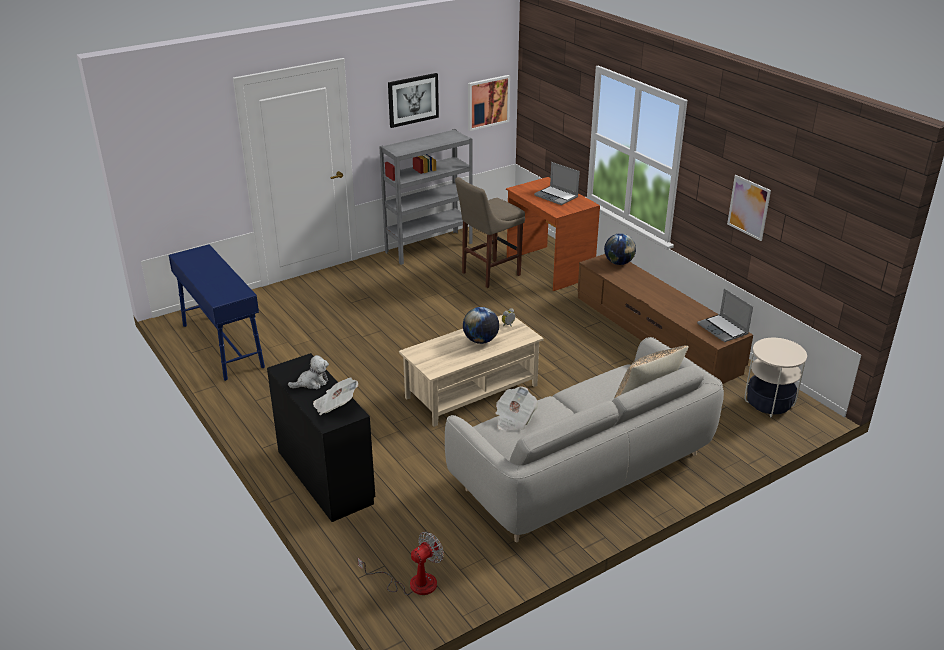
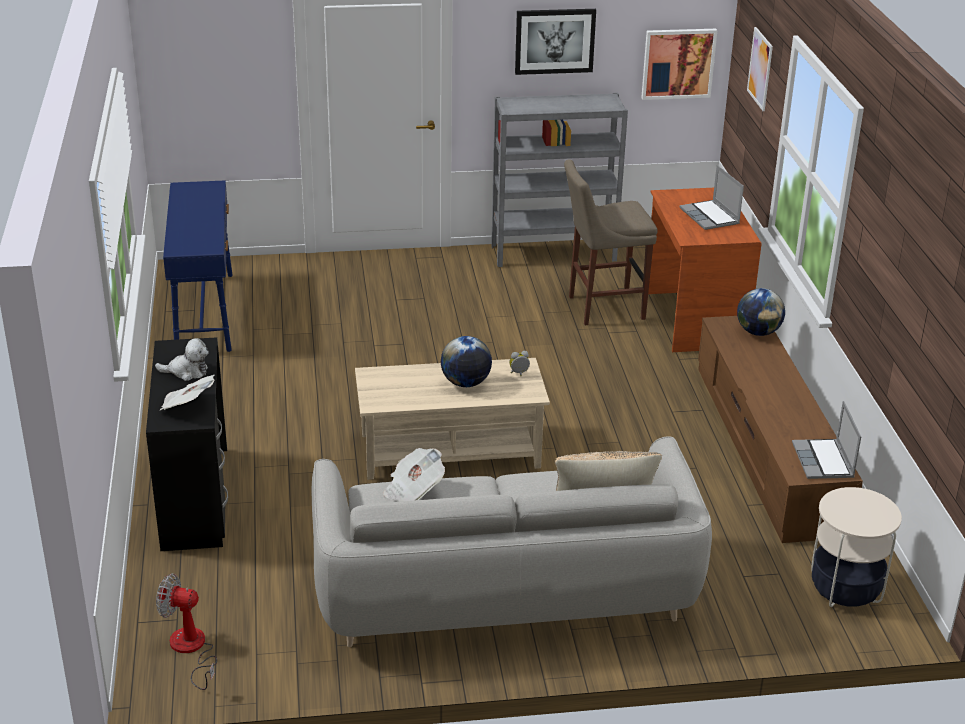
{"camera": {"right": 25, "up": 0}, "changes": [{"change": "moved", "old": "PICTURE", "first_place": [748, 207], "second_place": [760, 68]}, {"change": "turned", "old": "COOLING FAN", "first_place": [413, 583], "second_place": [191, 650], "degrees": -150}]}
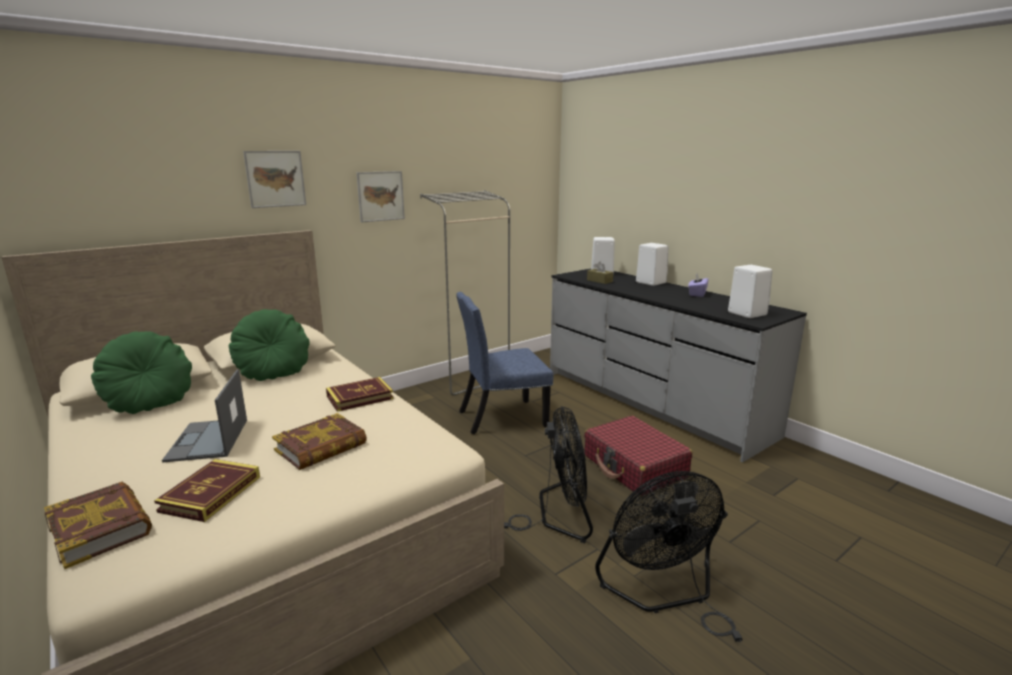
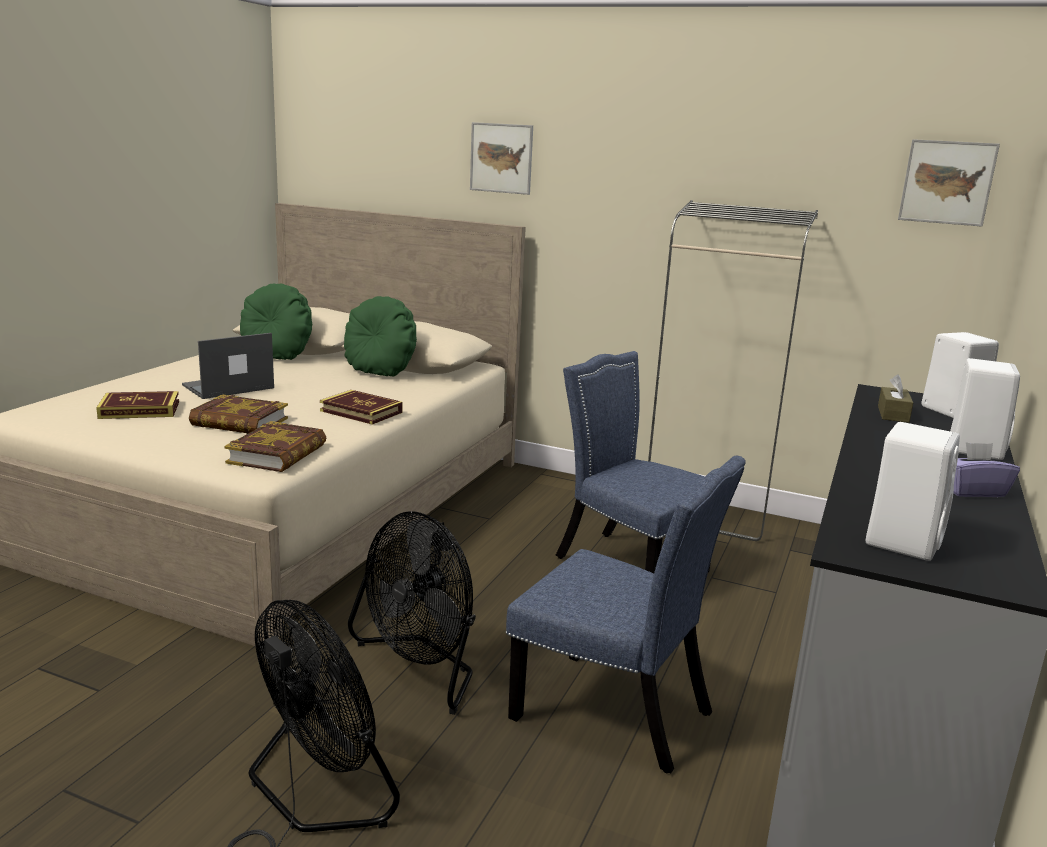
{"camera": {"right": 60, "up": 0}, "changes": [{"change": "moved", "old": "PICTURE", "first_place": [380, 196], "second_place": [947, 182]}, {"change": "turned", "old": "BLACK-COLOURED COOLING FAN", "first_place": [556, 512], "second_place": [425, 662], "degrees": 75}, {"change": "replaced", "old": "RED PIECE OF LUGGAGE", "new": "BLUE-COLOURED PLAIN CHAIR", "first_place": [634, 467], "second_place": [610, 710]}, {"change": "moved", "old": "BOOK", "first_place": [101, 528], "second_place": [278, 454]}]}
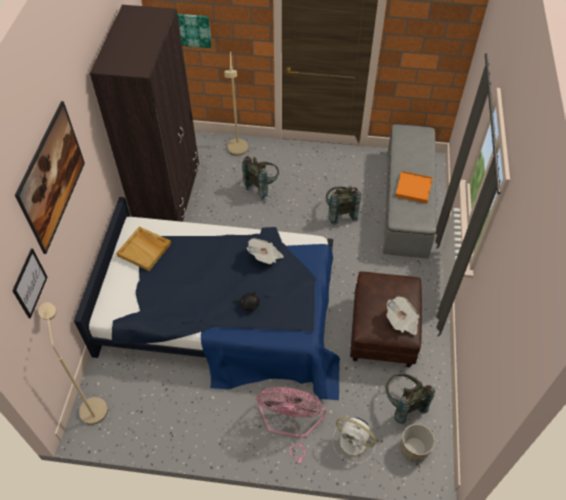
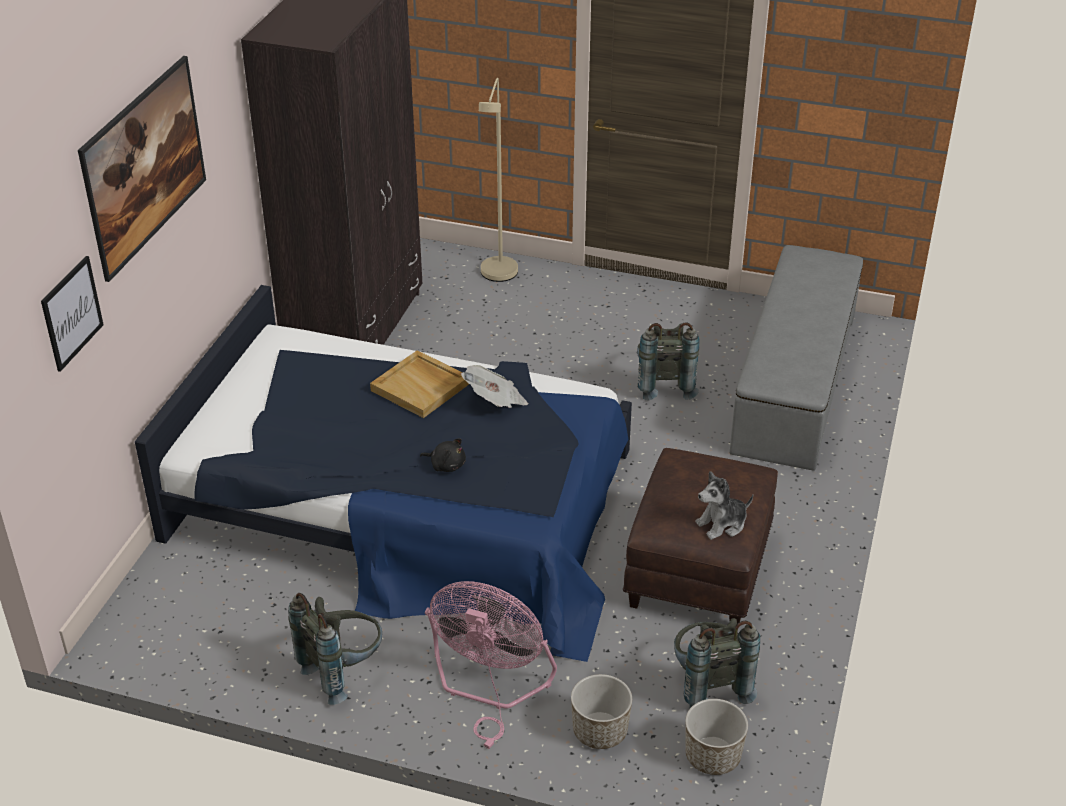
{"camera": {"right": 10, "up": -15}, "changes": [{"change": "removed", "old": "PICTURE", "first_place": [193, 30]}, {"change": "moved", "old": "GREYISH RUCKSACK", "first_place": [263, 187], "second_place": [343, 671]}, {"change": "removed", "old": "ORANGE-COLOURED CARRYING TRAY", "first_place": [413, 188]}, {"change": "moved", "old": "BEIGE CARRYING TRAY", "first_place": [145, 249], "second_place": [421, 387]}, {"change": "replaced", "old": "DAILY PAPER", "new": "SOFT TOY", "first_place": [402, 321], "second_place": [722, 524]}, {"change": "removed", "old": "BEIGE FLOOR LAMP", "first_place": [92, 404]}, {"change": "replaced", "old": "WHITE COOLING FAN", "new": "PLANTER", "first_place": [354, 443], "second_place": [600, 731]}]}
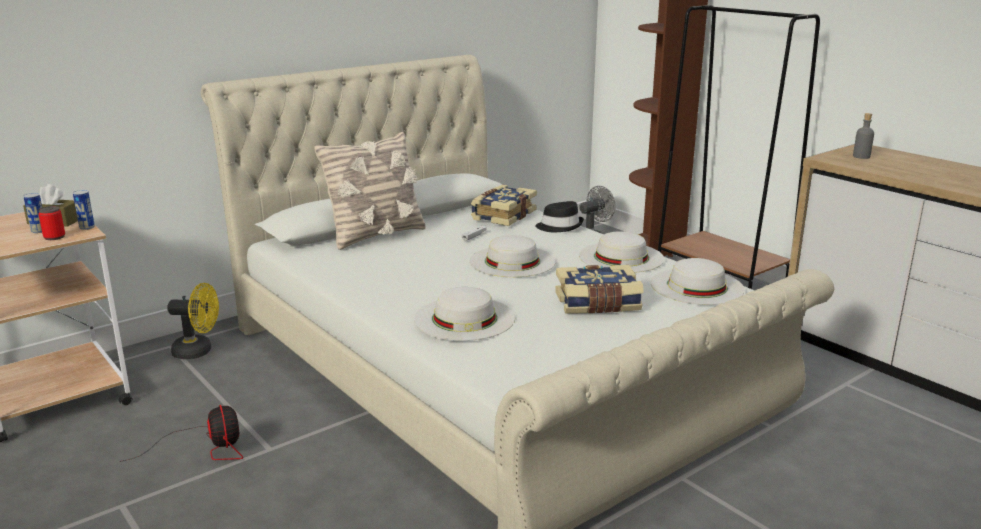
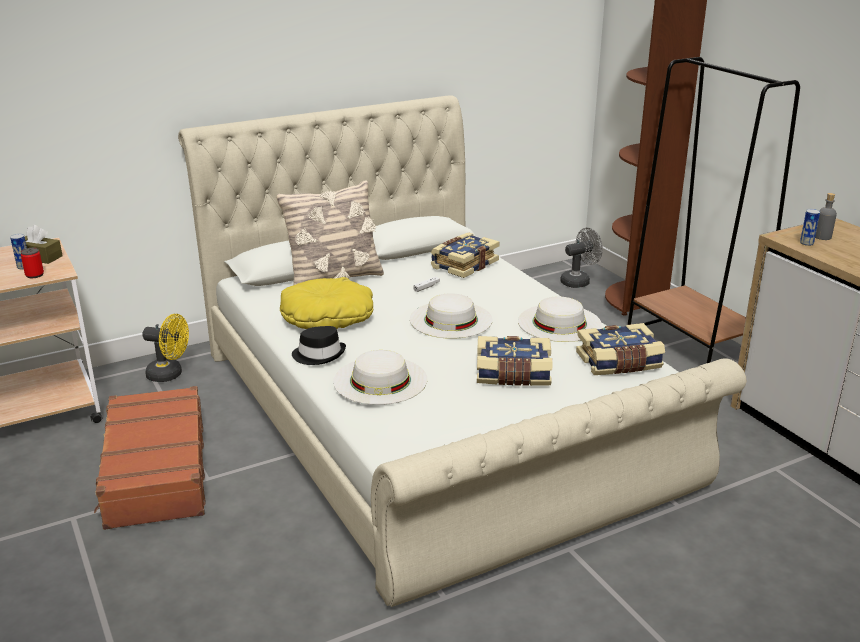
{"camera": {"right": 10, "up": 5}, "changes": [{"change": "moved", "old": "SEALED CAN", "first_place": [87, 227], "second_place": [806, 243]}, {"change": "moved", "old": "BLACK-COLOURED WEARABLE HAT", "first_place": [560, 226], "second_place": [319, 354]}, {"change": "replaced", "old": "WHITE WEARABLE HAT", "new": "BOOK", "first_place": [697, 286], "second_place": [619, 363]}, {"change": "replaced", "old": "COOLING FAN", "new": "BROWN-COLOURED PIECE OF LUGGAGE", "first_place": [208, 448], "second_place": [155, 471]}, {"change": "added", "new": "YELLOW THROW PILLOW", "second_place": [327, 317]}]}
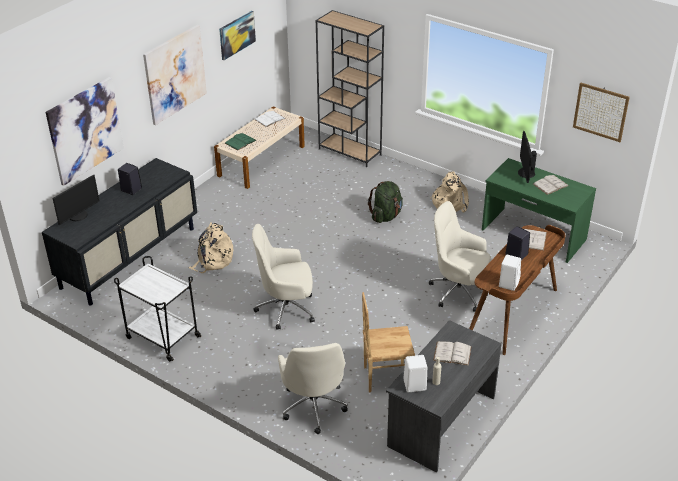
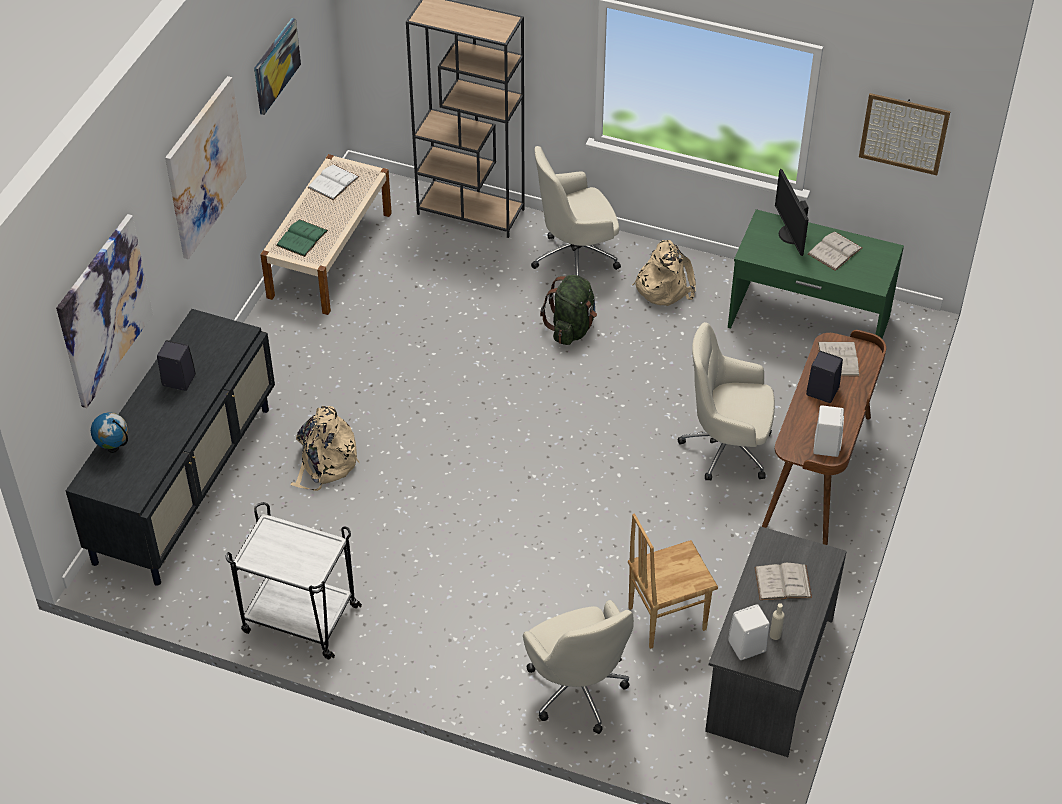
{"camera": {"right": -15, "up": 10}, "changes": [{"change": "replaced", "old": "MONITOR", "new": "DESK GLOBE", "first_place": [78, 216], "second_place": [113, 448]}, {"change": "moved", "old": "BEIGE DESK CHAIR", "first_place": [286, 310], "second_place": [575, 258]}]}
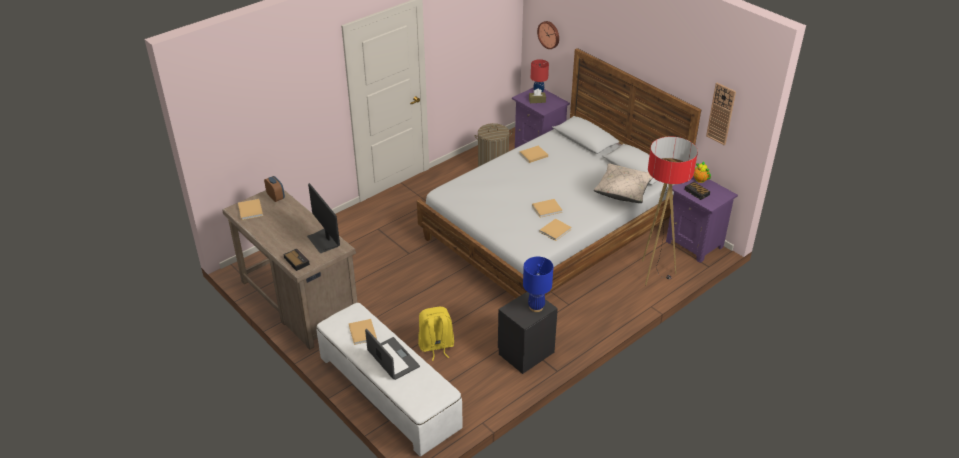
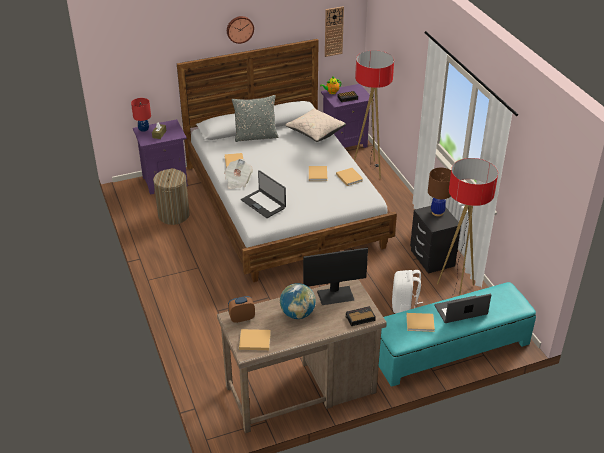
{"camera": {"right": -70, "up": 0}, "changes": [{"change": "moved", "old": "HANGING CLOCK", "first_place": [549, 34], "second_place": [239, 29]}, {"change": "recoloured", "old": "BLUE-COLOURED TABLETOP LAMP", "new": "BROWN-COLOURED TABLETOP LAMP", "first_place": [536, 307], "second_place": [437, 212]}, {"change": "recoloured", "old": "WHITE INDOOR BENCH", "new": "BLUE-GREEN INDOOR BENCH", "first_place": [387, 391], "second_place": [449, 349]}, {"change": "recoloured", "old": "YELLOW RUCKSACK", "new": "WHITE RUCKSACK", "first_place": [436, 346], "second_place": [404, 307]}, {"change": "added", "new": "GREYISH THROW PILLOW", "second_place": [256, 136]}, {"change": "added", "new": "FLOOR LAMP", "second_place": [456, 291]}, {"change": "added", "new": "DAILY PAPER", "second_place": [237, 181]}, {"change": "added", "new": "PORTABLE COMPUTER", "second_place": [263, 204]}, {"change": "added", "new": "DESK GLOBE", "second_place": [297, 314]}]}
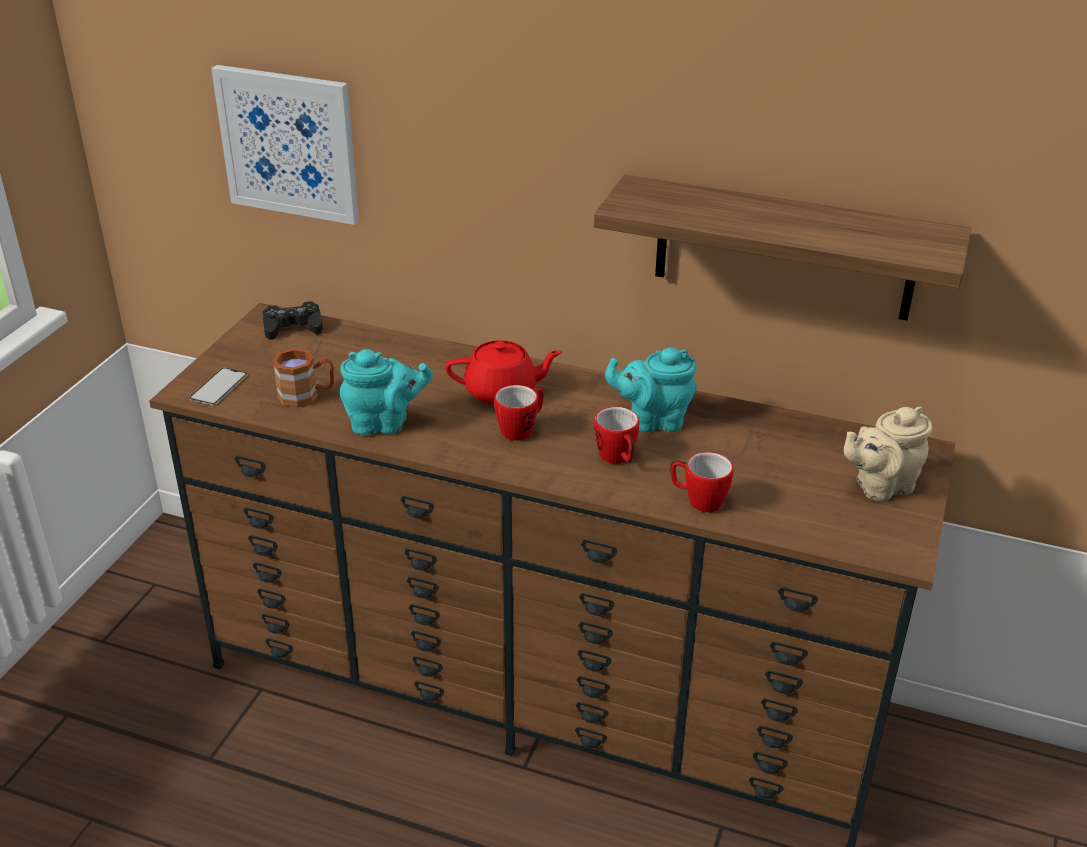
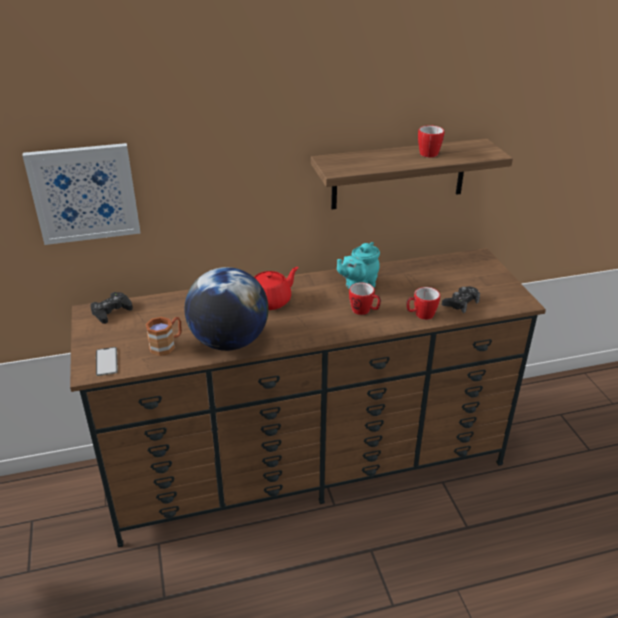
{"camera": {"right": -35, "up": 0}, "changes": [{"change": "replaced", "old": "BLUE-GREEN TEAPOT", "new": "DESK GLOBE", "first_place": [384, 423], "second_place": [229, 342]}, {"change": "moved", "old": "COFFEE MUG", "first_place": [521, 429], "second_place": [429, 152]}, {"change": "removed", "old": "BEIGE TEAPOT", "first_place": [880, 486]}, {"change": "added", "new": "BLACK-COLOURED GAMEPAD", "second_place": [460, 303]}]}
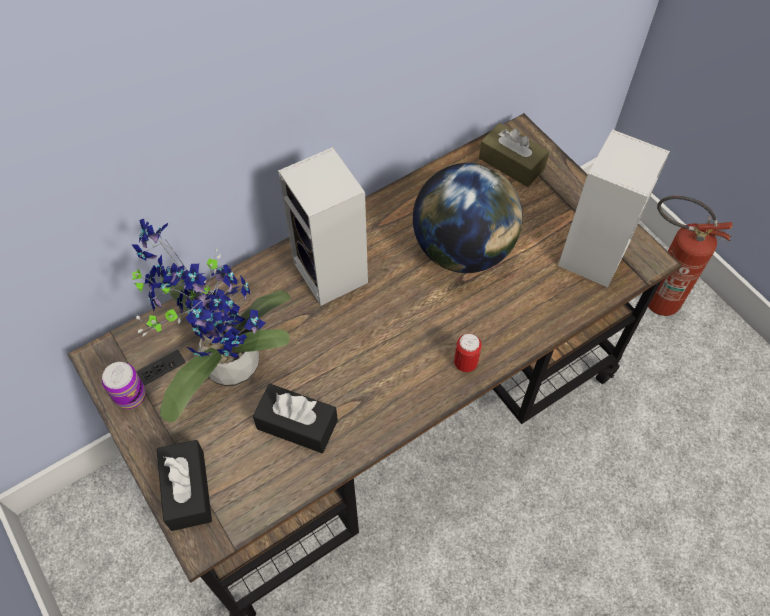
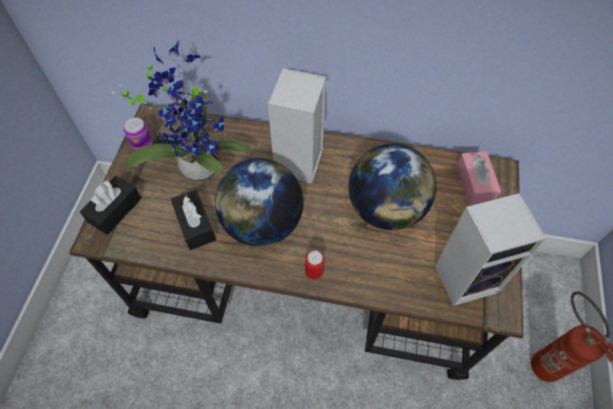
{"camera": {"right": 45, "up": 0}, "changes": [{"change": "recoloured", "old": "BROWN-COLOURED BOX OF TISSUES", "new": "PINKISH BOX OF TISSUES", "first_place": [511, 163], "second_place": [474, 183]}, {"change": "added", "new": "DESK GLOBE", "second_place": [262, 223]}]}
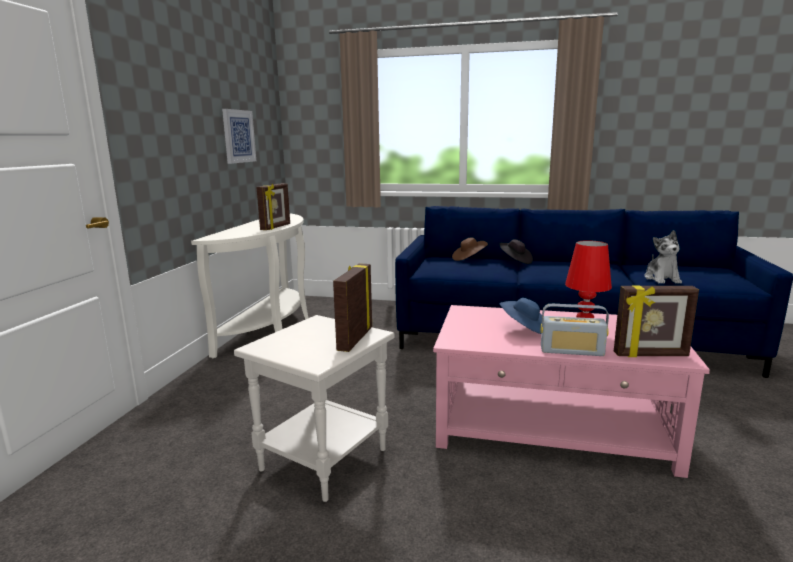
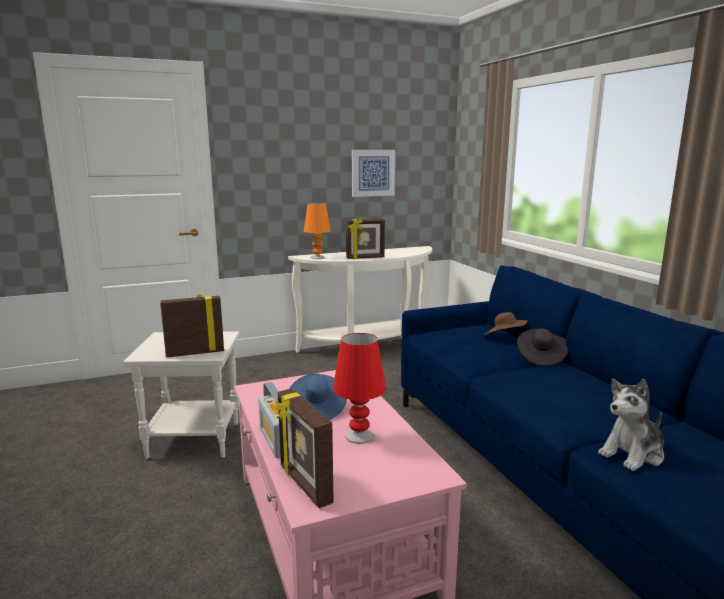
{"camera": {"right": 55, "up": 0}, "changes": [{"change": "added", "new": "ORANGE-COLOURED TABLETOP LAMP", "second_place": [318, 257]}]}
